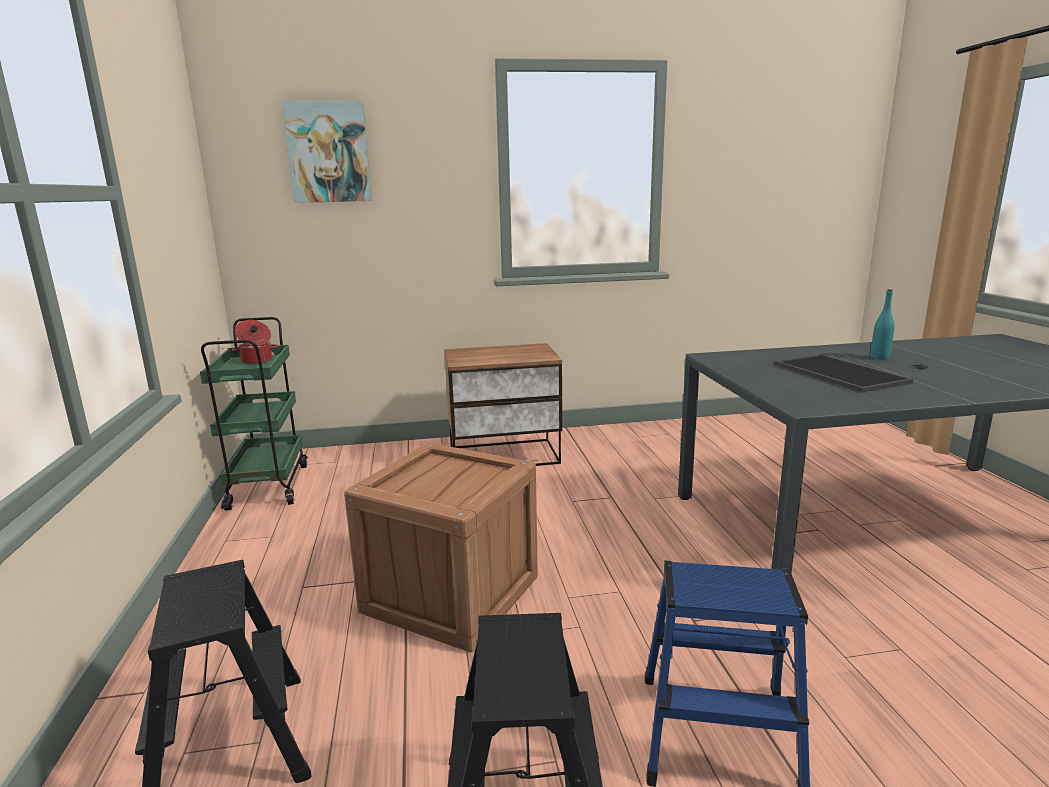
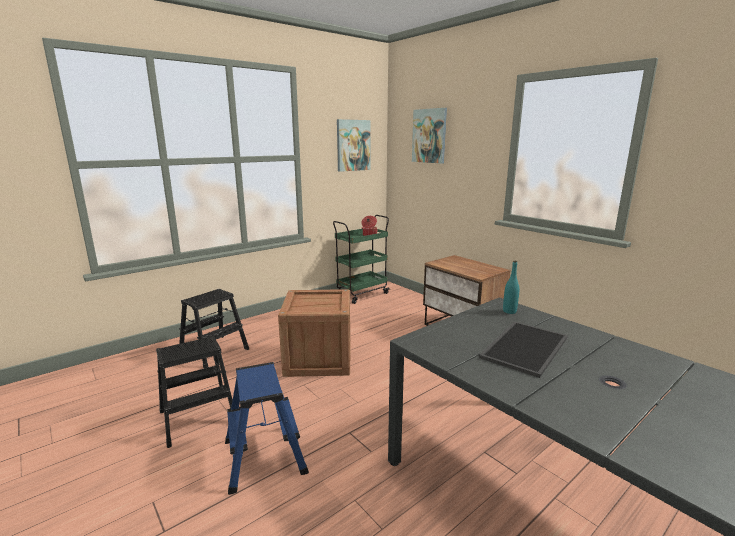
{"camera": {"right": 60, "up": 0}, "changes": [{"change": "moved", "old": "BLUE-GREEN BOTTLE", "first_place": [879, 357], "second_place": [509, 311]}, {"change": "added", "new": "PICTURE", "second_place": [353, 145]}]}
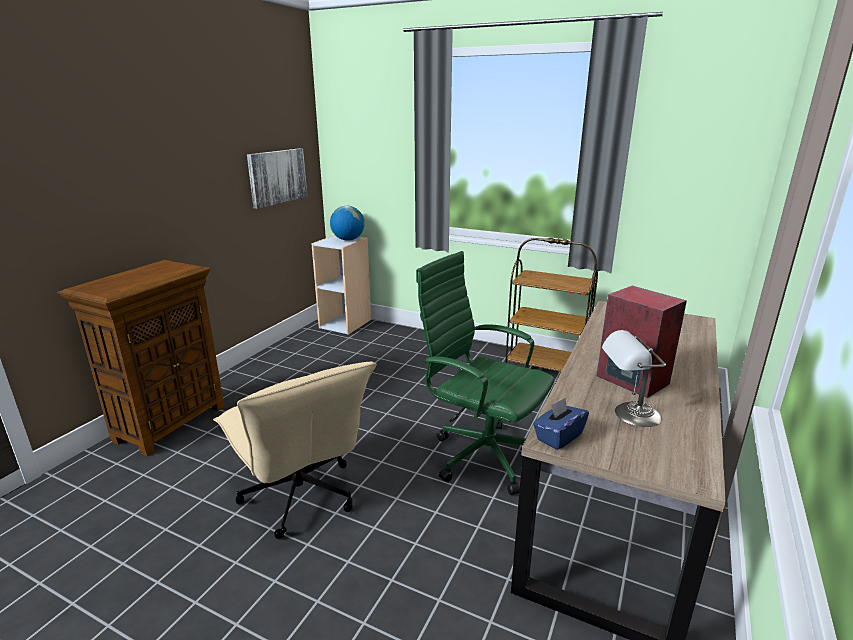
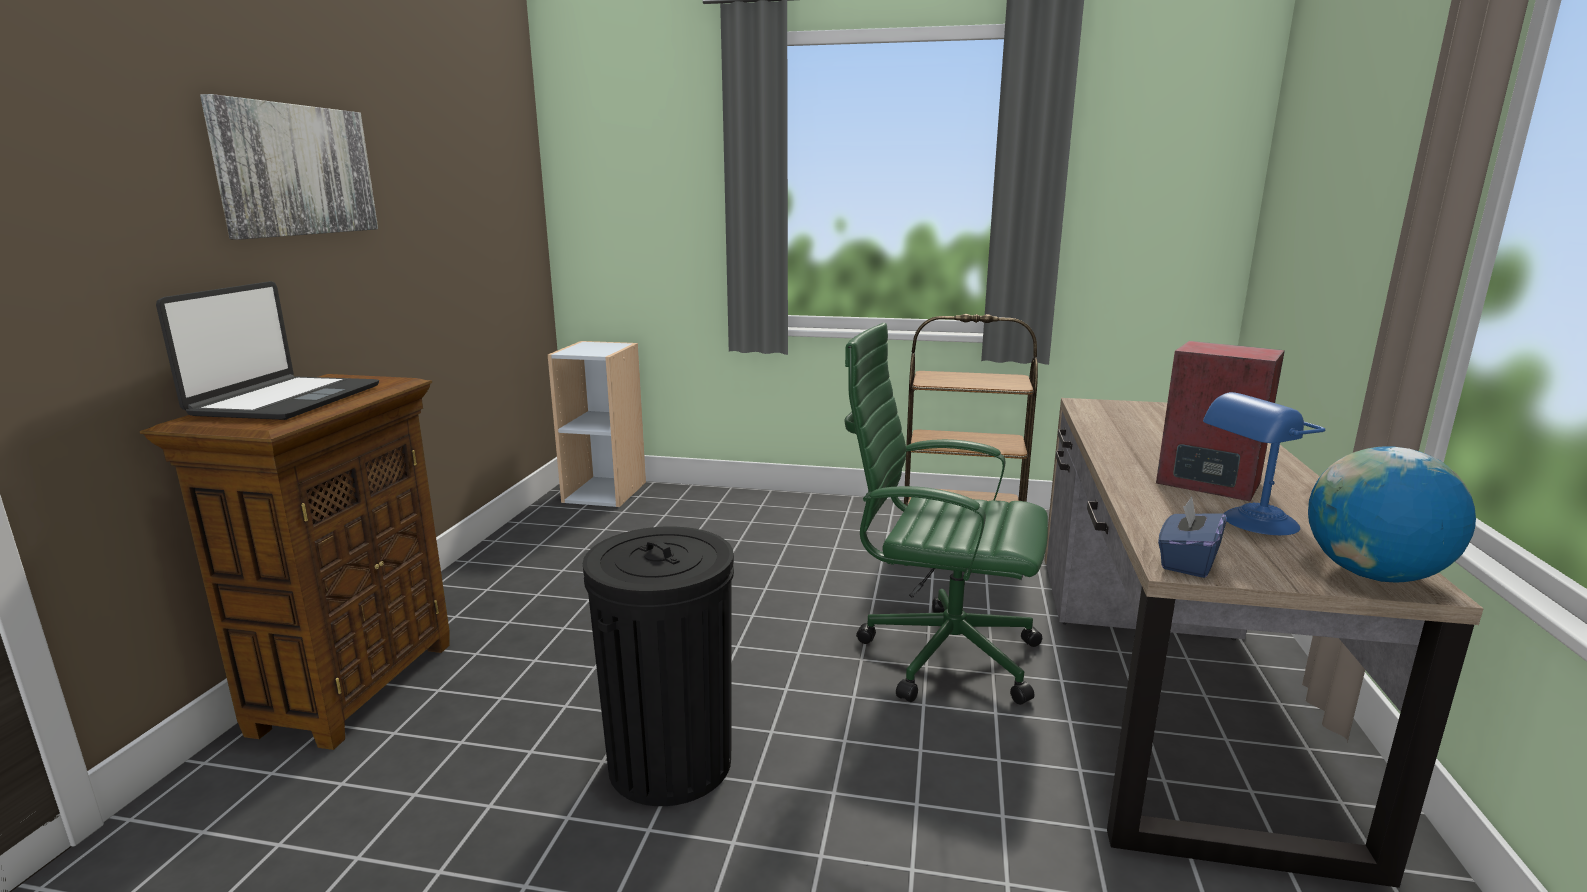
{"camera": {"right": -15, "up": -5}, "changes": [{"change": "moved", "old": "PICTURE", "first_place": [277, 177], "second_place": [295, 170]}, {"change": "moved", "old": "DESK GLOBE", "first_place": [348, 239], "second_place": [1372, 575]}, {"change": "recoloured", "old": "WHITE TABLETOP LAMP", "new": "BLUE-COLOURED TABLETOP LAMP", "first_place": [629, 415], "second_place": [1250, 524]}, {"change": "replaced", "old": "BEIGE DESK CHAIR", "new": "BLACK-COLOURED TRASH CAN", "first_place": [298, 493], "second_place": [670, 762]}, {"change": "added", "new": "PORTABLE COMPUTER", "second_place": [286, 400]}]}
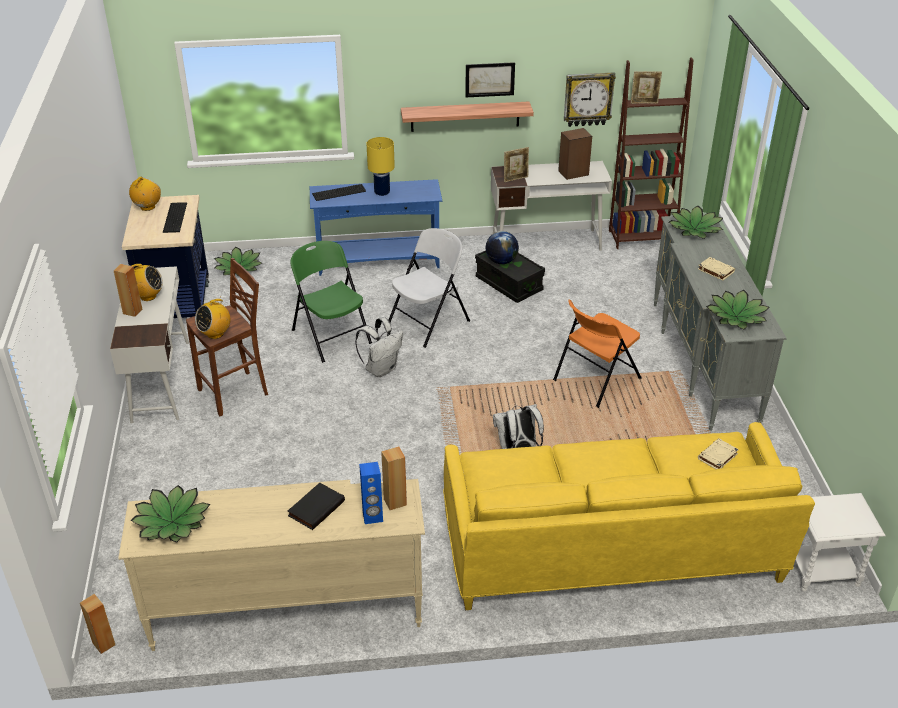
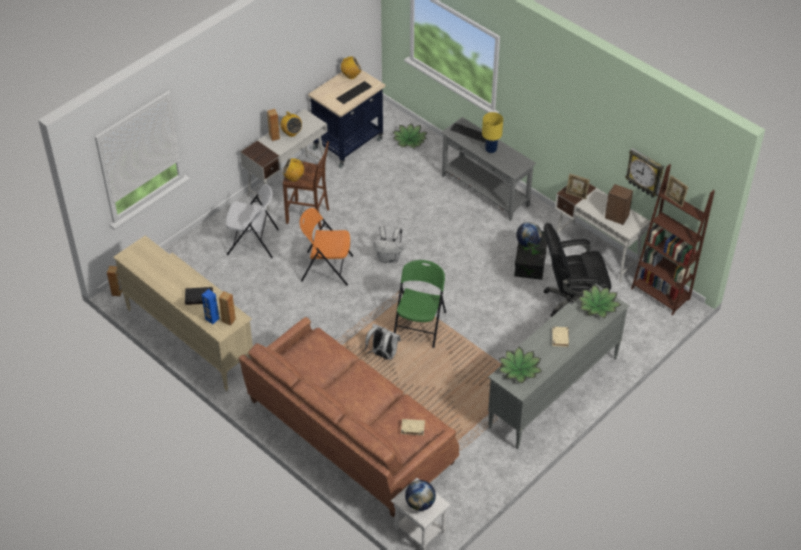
{"camera": {"right": 50, "up": 10}, "changes": [{"change": "removed", "old": "PICTURE", "first_place": [490, 79]}, {"change": "removed", "old": "WALL SHELF", "first_place": [465, 116]}, {"change": "recoloured", "old": "BLUE-COLOURED CONSOLE TABLE", "new": "GREYISH CONSOLE TABLE", "first_place": [379, 261], "second_place": [485, 191]}, {"change": "moved", "old": "WHITE PLAIN CHAIR", "first_place": [429, 322], "second_place": [253, 242]}, {"change": "moved", "old": "GREENISH PLAIN CHAIR", "first_place": [331, 336], "second_place": [420, 325]}, {"change": "moved", "old": "ORANGE-COLOURED PLAIN CHAIR", "first_place": [596, 379], "second_place": [327, 268]}, {"change": "recoloured", "old": "YELLOW SETTEE", "new": "BROWN-COLOURED SETTEE", "first_place": [611, 547], "second_place": [348, 433]}, {"change": "removed", "old": "PLANT IN A POT", "first_place": [172, 522]}, {"change": "added", "new": "BLACK-COLOURED DESK CHAIR", "second_place": [572, 301]}, {"change": "added", "new": "DESK GLOBE", "second_place": [420, 503]}]}
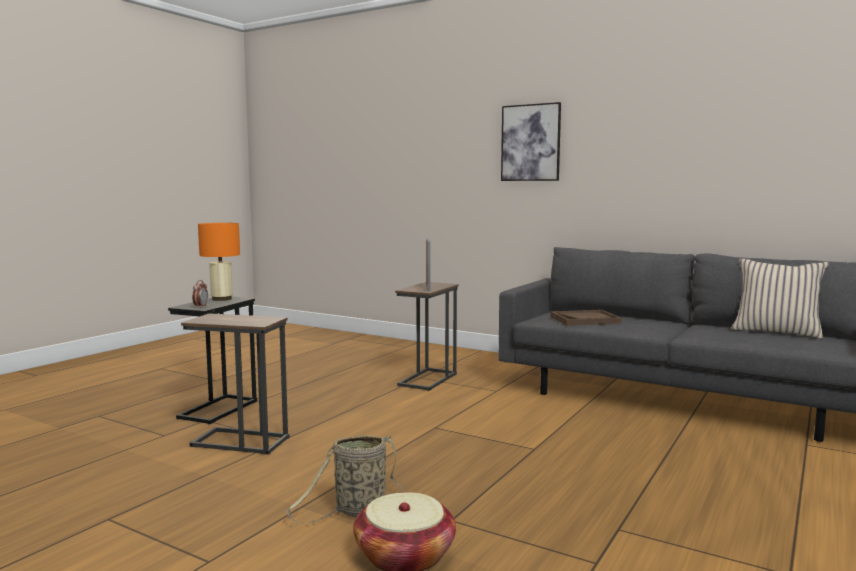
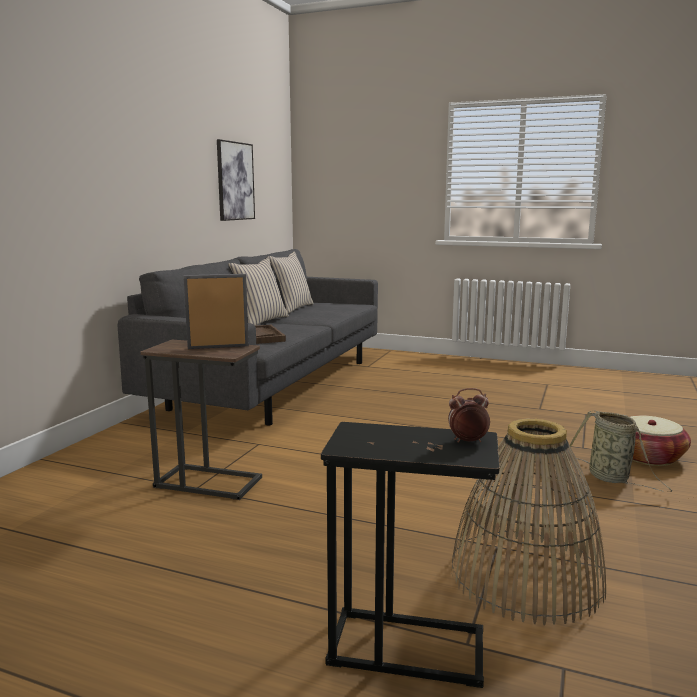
{"camera": {"right": -100, "up": 5}, "changes": [{"change": "moved", "old": "PICTURE", "first_place": [530, 143], "second_place": [235, 181]}, {"change": "removed", "old": "ORANGE-COLOURED TABLETOP LAMP", "first_place": [222, 299]}, {"change": "replaced", "old": "BROWN-COLOURED ACCENT TABLE", "new": "BASKET", "first_place": [241, 441], "second_place": [525, 576]}, {"change": "added", "new": "BEIGE THROW PILLOW", "second_place": [260, 321]}]}
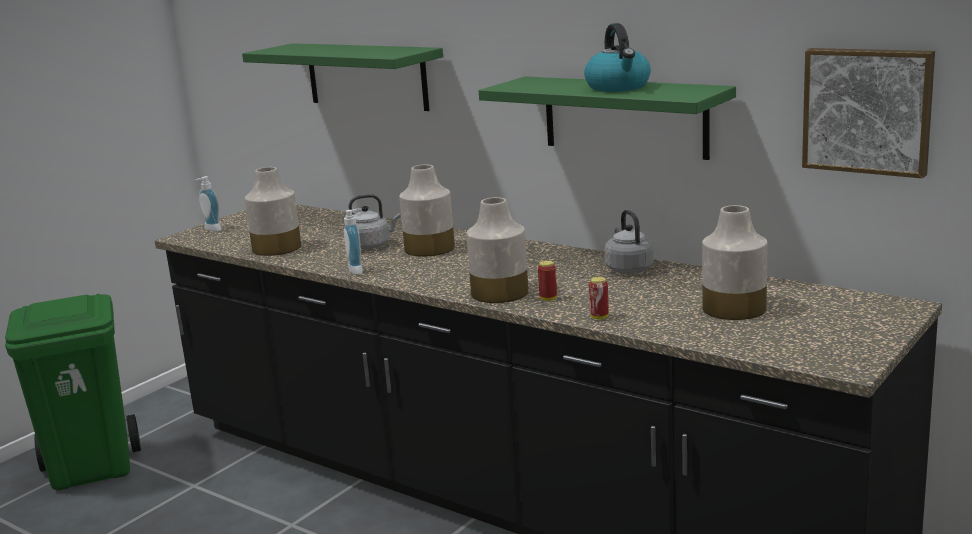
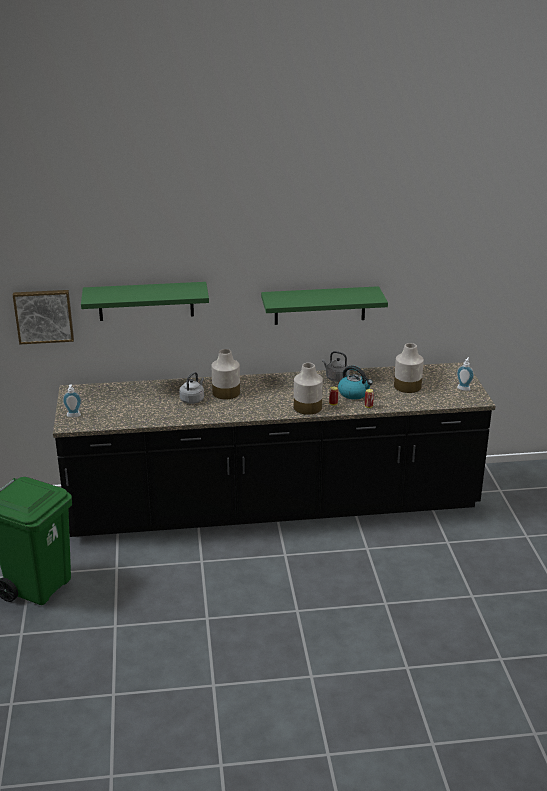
{"camera": {"right": -45, "up": 10}, "changes": [{"change": "moved", "old": "WATER KETTLE", "first_place": [618, 87], "second_place": [354, 393]}, {"change": "moved", "old": "PICTURE", "first_place": [868, 110], "second_place": [44, 316]}, {"change": "removed", "old": "BEIGE FLOWER VASE", "first_place": [277, 247]}, {"change": "moved", "old": "SOAP DISPENSER", "first_place": [358, 270], "second_place": [464, 388]}]}
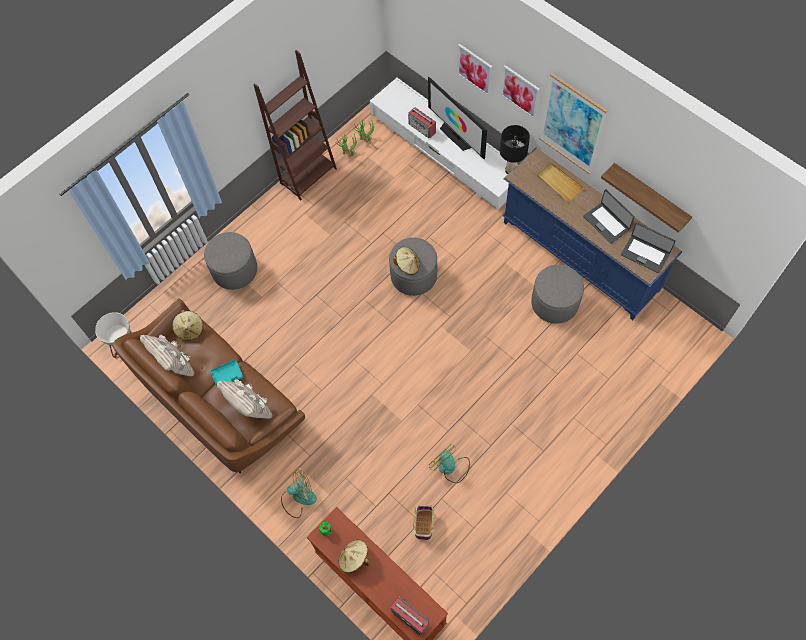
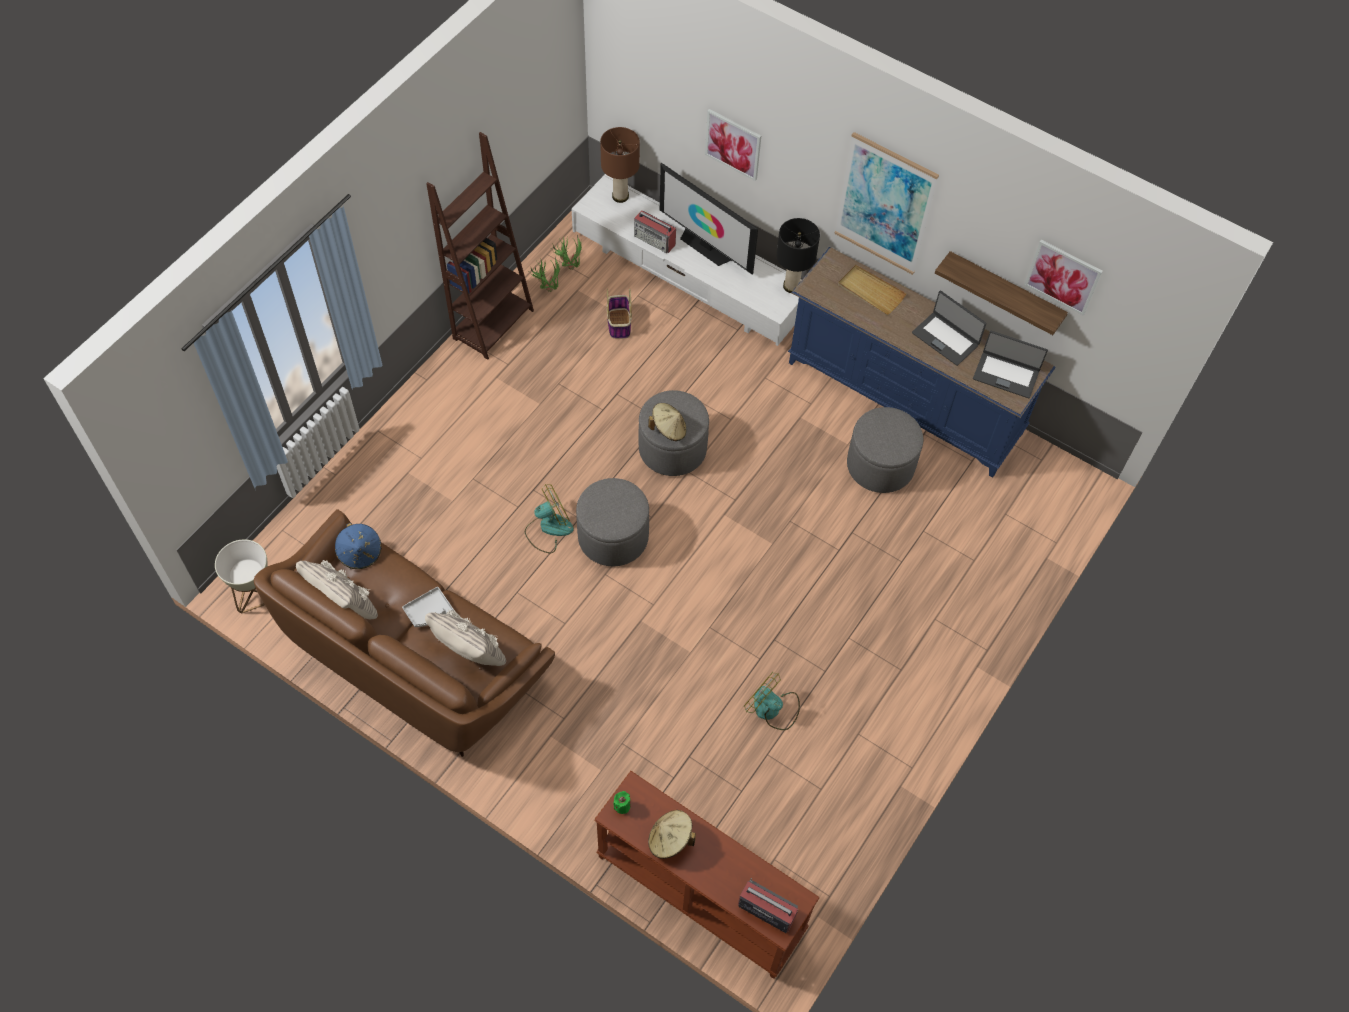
{"camera": {"right": -15, "up": -5}, "changes": [{"change": "moved", "old": "PICTURE", "first_place": [520, 91], "second_place": [1063, 277]}, {"change": "moved", "old": "GREYISH OTTOMAN", "first_place": [234, 270], "second_place": [613, 536]}, {"change": "recoloured", "old": "BEIGE WEARABLE HAT", "new": "BLUE-COLOURED WEARABLE HAT", "first_place": [190, 329], "second_place": [360, 553]}, {"change": "recoloured", "old": "BLUE-GREEN CARRYING TRAY", "new": "GREYISH CARRYING TRAY", "first_place": [228, 375], "second_place": [429, 611]}, {"change": "moved", "old": "COOLING FAN", "first_place": [298, 497], "second_place": [548, 529]}, {"change": "moved", "old": "BASKET", "first_place": [423, 524], "second_place": [619, 323]}, {"change": "added", "new": "BROWN-COLOURED TABLETOP LAMP", "second_place": [620, 196]}]}
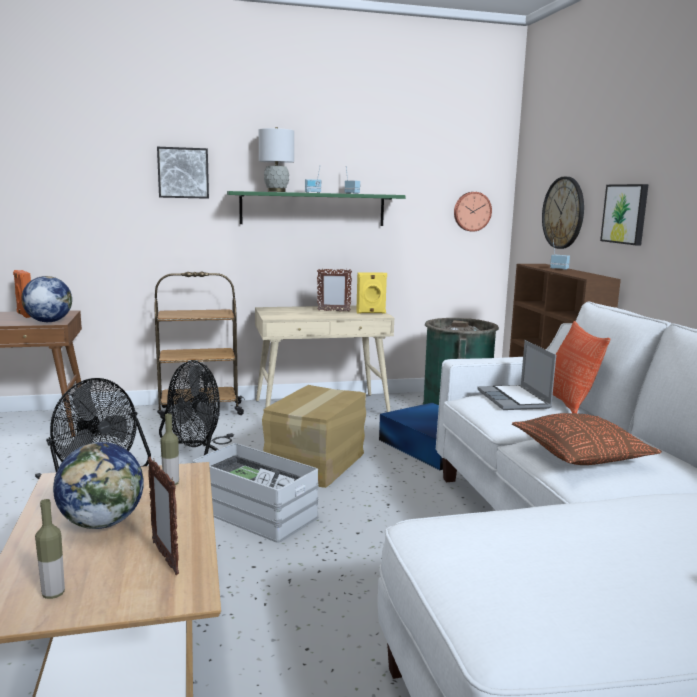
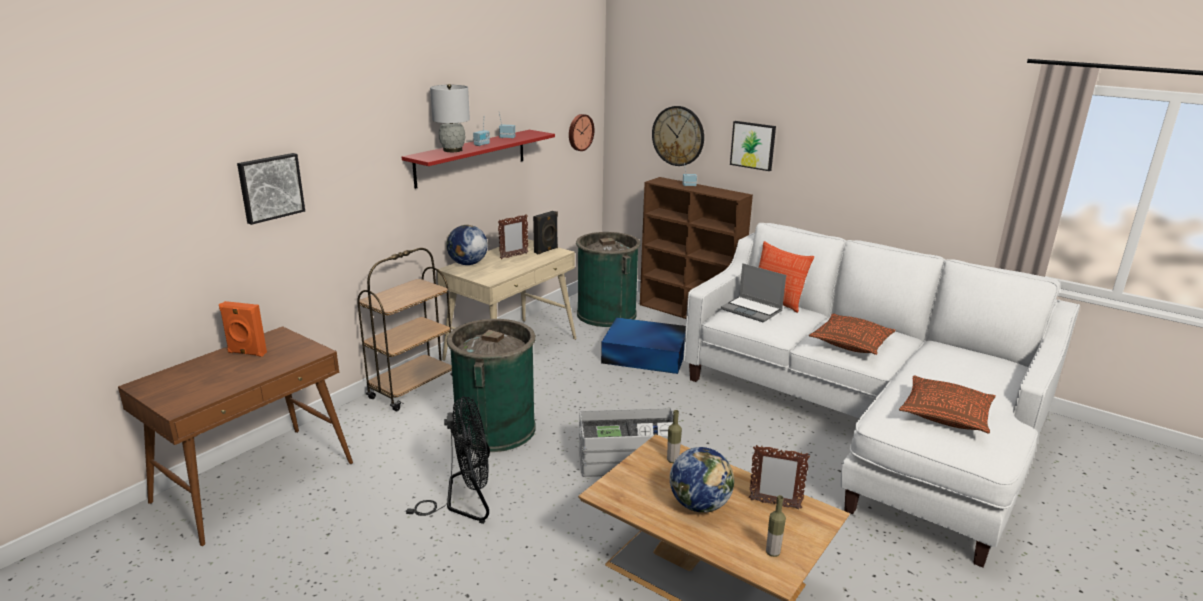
{"camera": {"right": -40, "up": 10}, "changes": [{"change": "moved", "old": "PICTURE", "first_place": [183, 173], "second_place": [270, 187]}, {"change": "recoloured", "old": "GREENISH WALL SHELF", "new": "RED WALL SHELF", "first_place": [313, 209], "second_place": [471, 157]}, {"change": "recoloured", "old": "YELLOW AUDIO SPEAKER", "new": "BLACK-COLOURED AUDIO SPEAKER", "first_place": [371, 313], "second_place": [546, 250]}, {"change": "moved", "old": "DESK GLOBE", "first_place": [48, 321], "second_place": [467, 264]}, {"change": "replaced", "old": "BLACK-COLOURED COOLING FAN", "new": "GREENISH TRASH CAN", "first_place": [201, 452], "second_place": [495, 429]}, {"change": "removed", "old": "PACKING BOX", "first_place": [317, 463]}, {"change": "added", "new": "BROWN-COLOURED THROW PILLOW", "second_place": [945, 415]}]}
